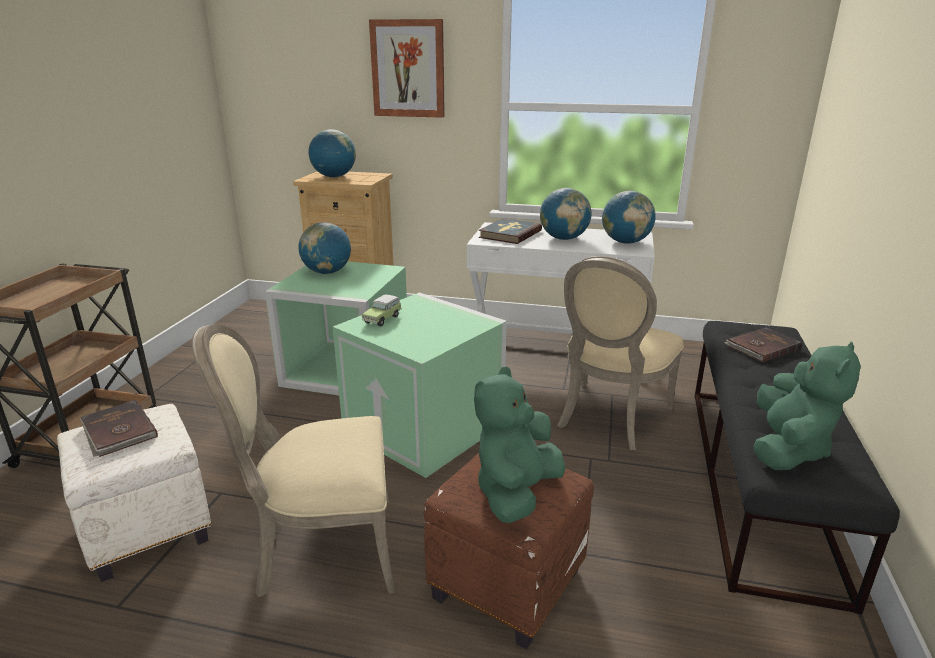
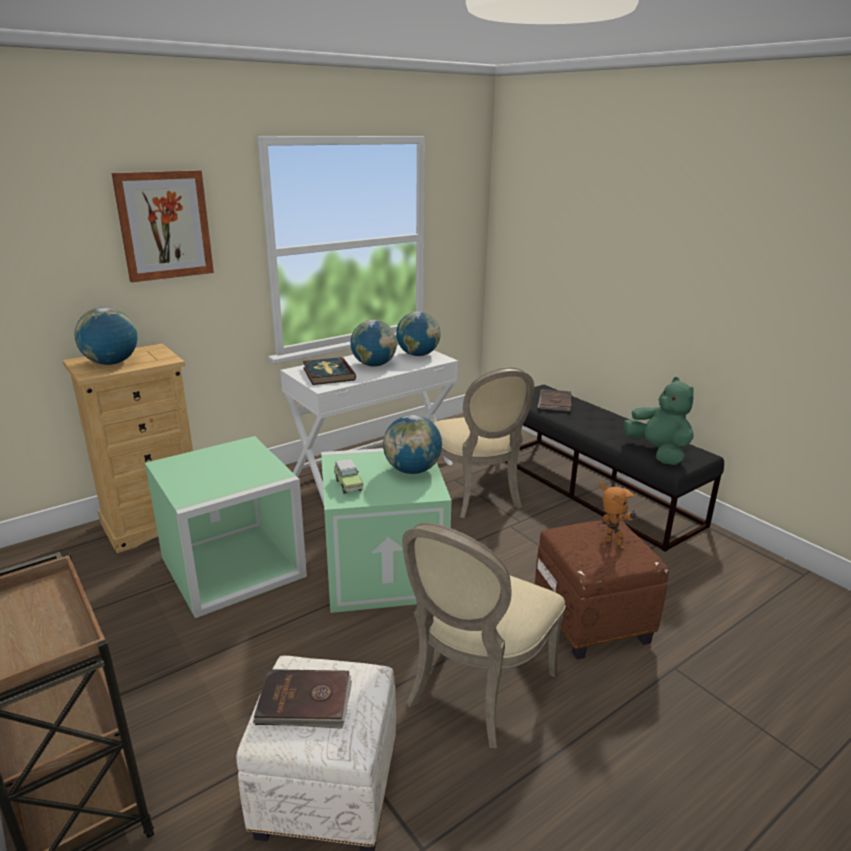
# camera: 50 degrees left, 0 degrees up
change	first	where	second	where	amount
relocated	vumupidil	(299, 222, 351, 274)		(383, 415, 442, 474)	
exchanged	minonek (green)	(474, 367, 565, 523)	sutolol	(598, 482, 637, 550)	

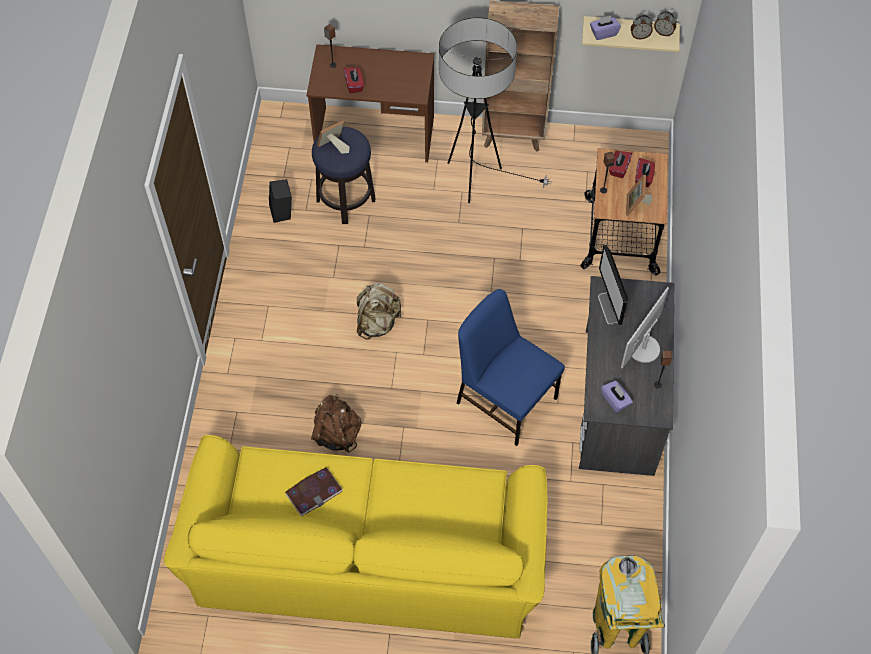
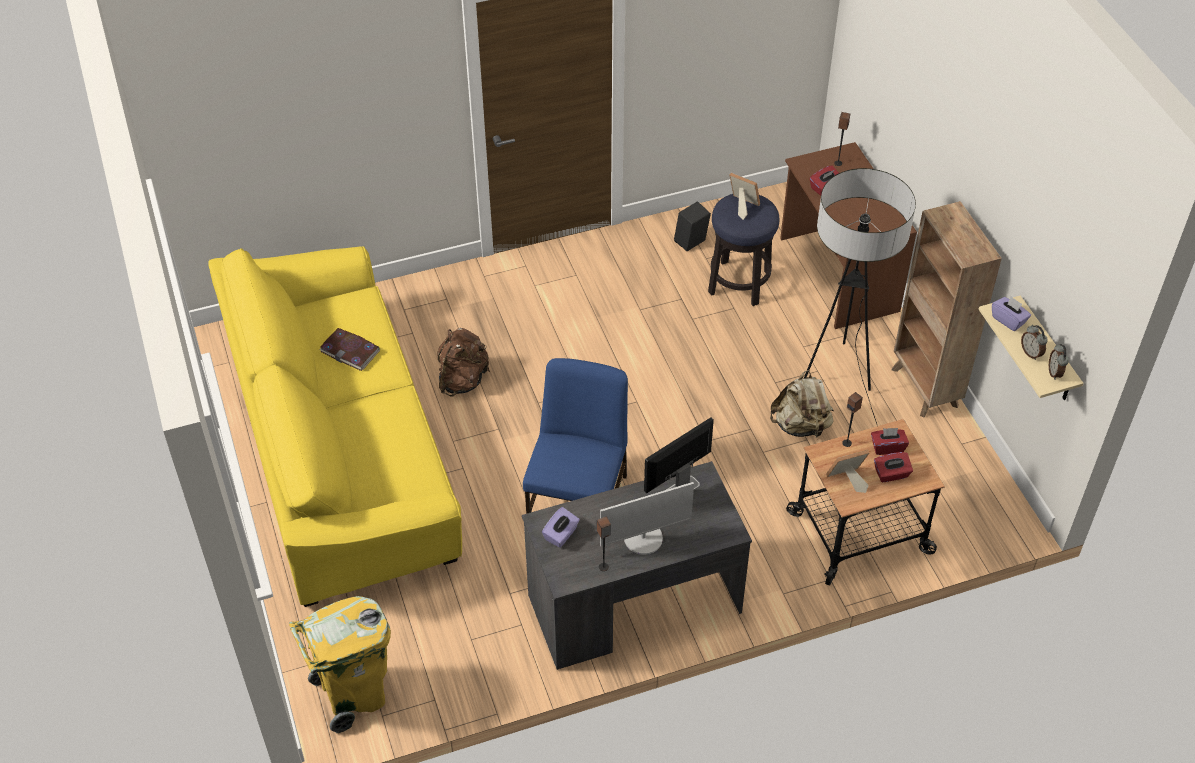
# camera: 65 degrees right, 10 degrees down
change	first	where	second	where	amount
relocated	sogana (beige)	(357, 283, 401, 340)		(770, 370, 834, 438)	
spun	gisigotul	(621, 287, 669, 368)		(600, 482, 694, 555)	150 degrees clockwise

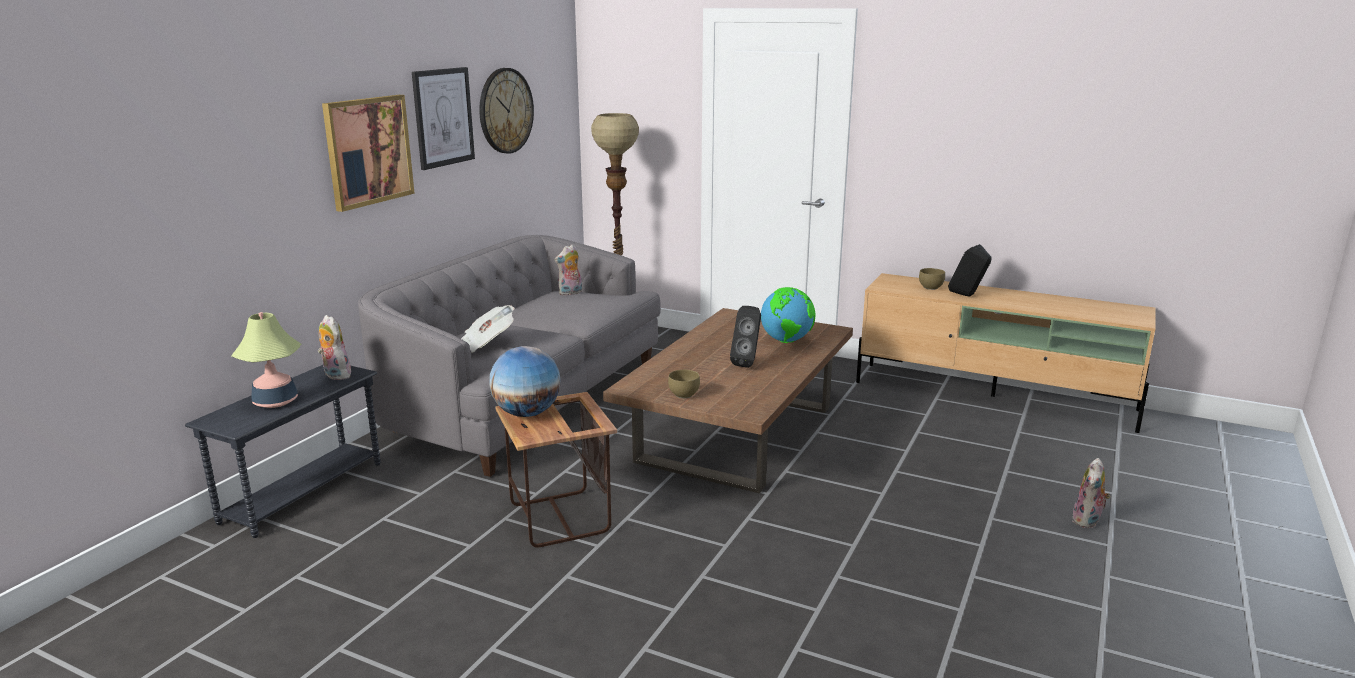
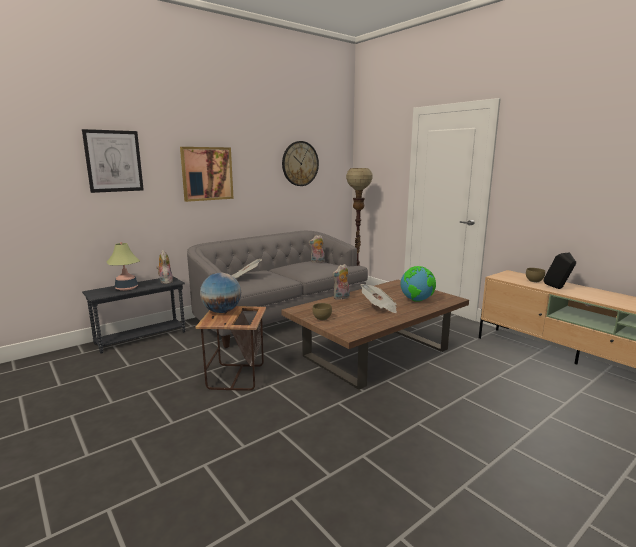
# camera: 25 degrees right, 5 degrees down
change	first	where	second	where	amount
relocated	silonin	(412, 67, 475, 170)		(82, 129, 144, 193)	
relocated	minonek	(1072, 458, 1110, 528)		(332, 264, 350, 300)	
exchanged	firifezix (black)	(730, 306, 761, 368)	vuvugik	(361, 284, 397, 313)	

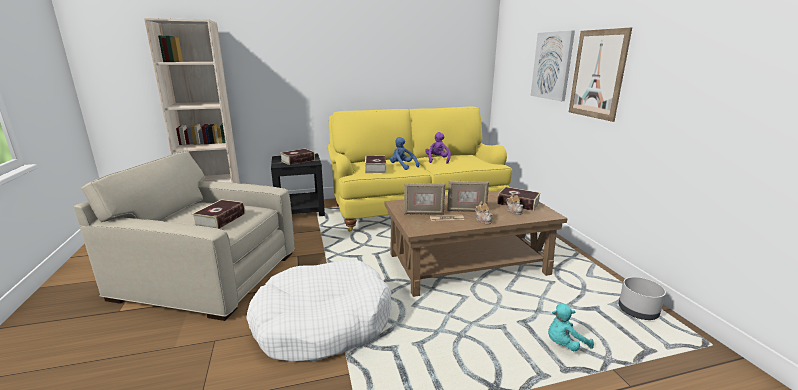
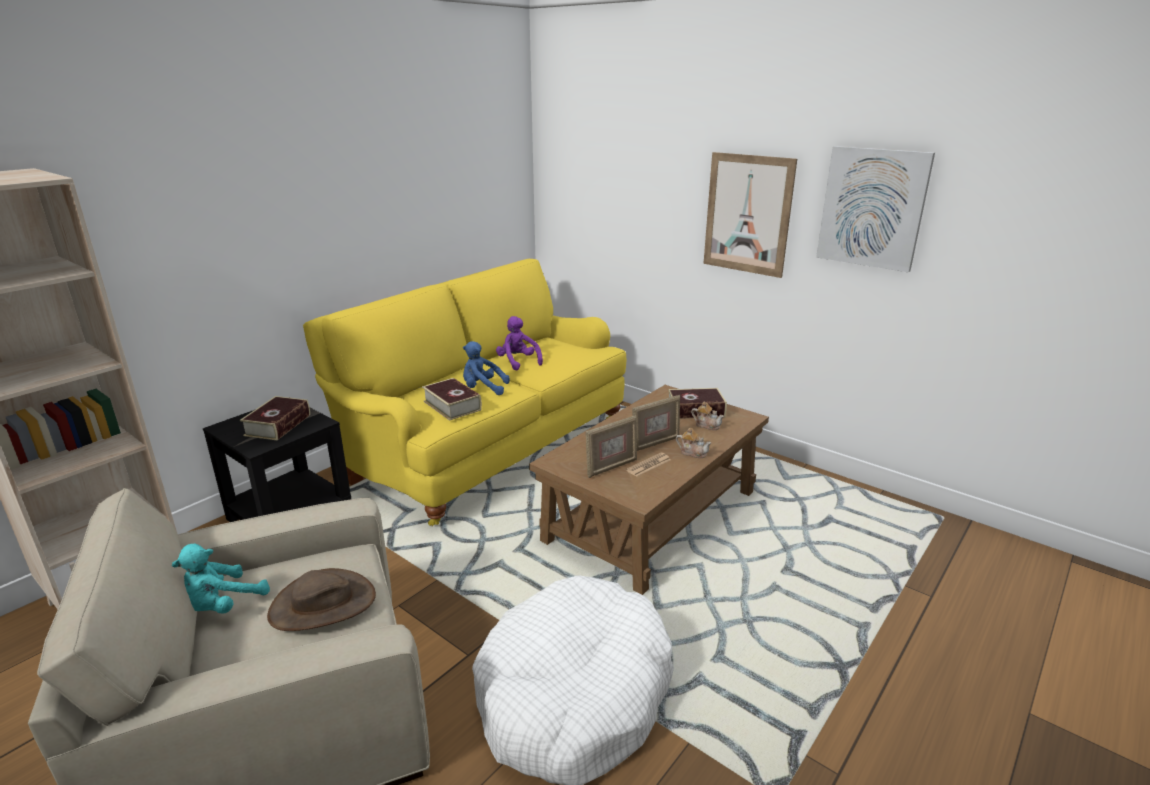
# camera: 35 degrees left, 5 degrees up
change	first	where	second	where	amount
missing	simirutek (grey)	(619, 277, 666, 320)			
relocated	silonin	(531, 30, 575, 101)		(816, 146, 935, 272)	
relocated	minonek (turquoise)	(548, 303, 594, 351)		(172, 543, 270, 613)	
exchanged	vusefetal	(192, 199, 245, 229)	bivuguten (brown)	(267, 568, 376, 631)	

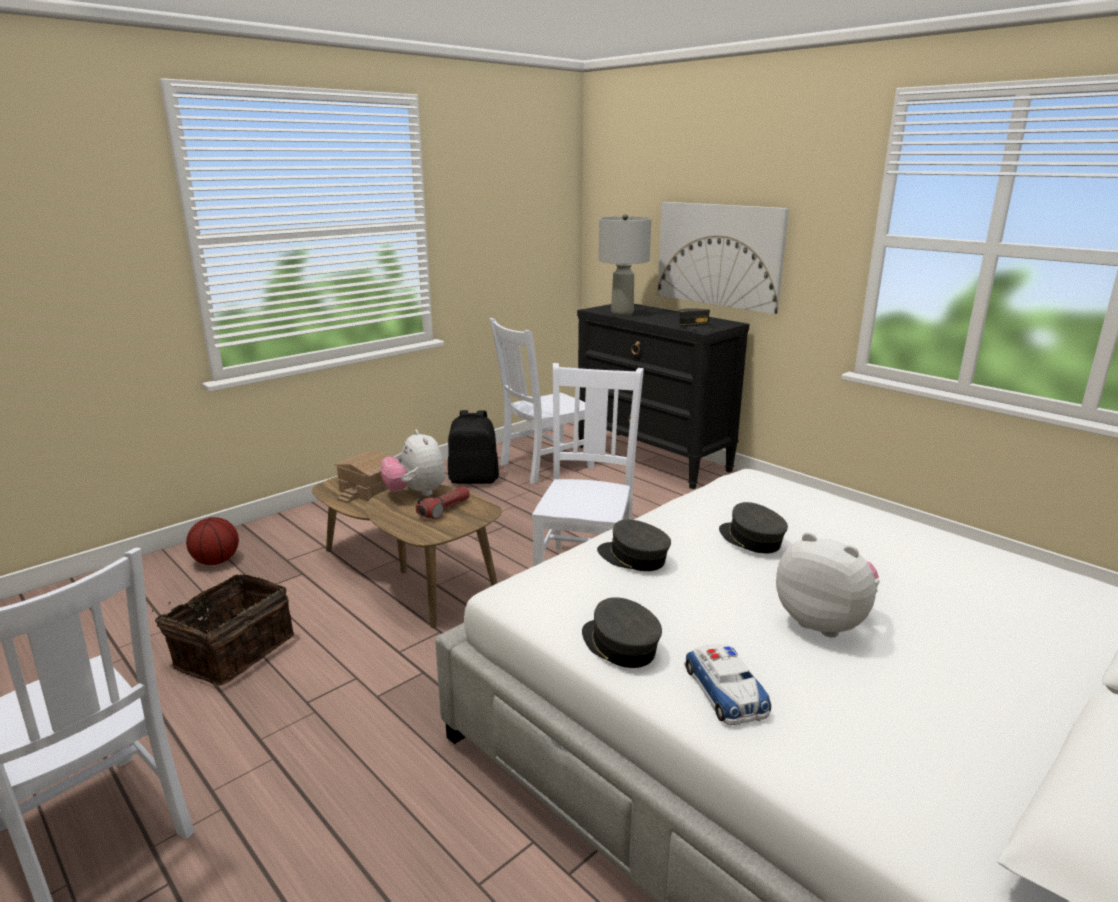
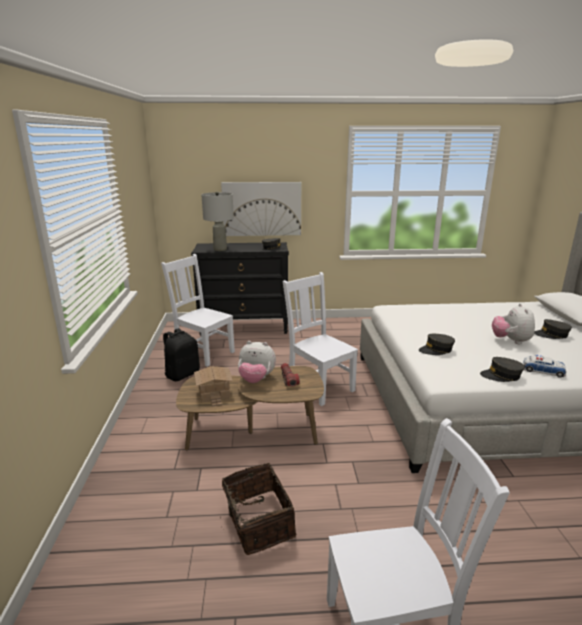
# camera: 50 degrees left, 0 degrees up
change	first	where	second	where	amount
missing	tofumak	(186, 517, 239, 565)			
relocated	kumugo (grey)	(719, 502, 788, 554)		(534, 319, 572, 339)	
spun	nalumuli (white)	(490, 318, 594, 484)		(161, 254, 235, 367)	120 degrees clockwise
spun	minonek	(776, 532, 880, 638)		(492, 303, 535, 344)	75 degrees counterclockwise

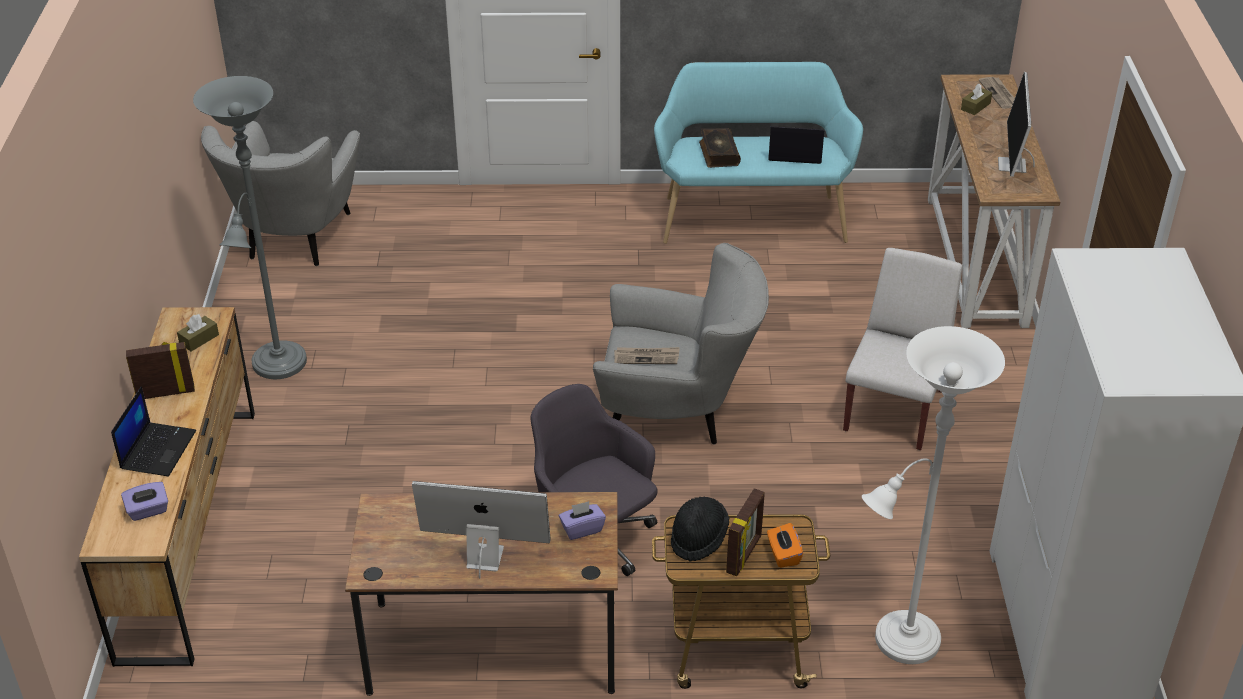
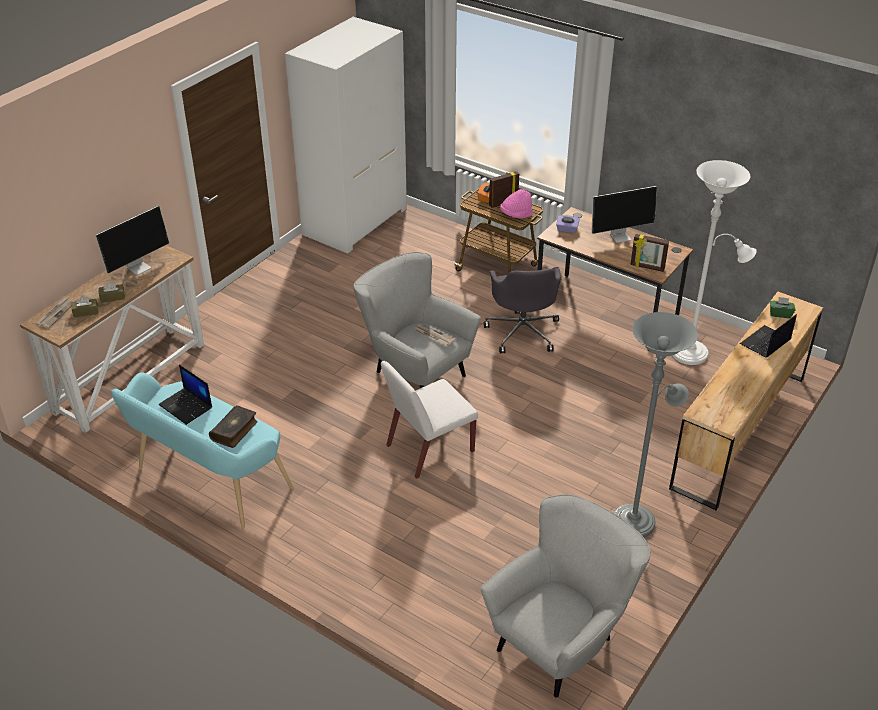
# camera: 145 degrees left, 0 degrees up
change	first	where	second	where	amount
relocated	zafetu	(126, 342, 195, 399)		(630, 234, 669, 272)	
relocated	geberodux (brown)	(177, 314, 219, 352)		(99, 282, 125, 303)	
relocated	nalumuli (white)	(843, 248, 962, 450)		(381, 361, 478, 479)	
relocated	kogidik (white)	(862, 326, 1005, 664)		(672, 160, 757, 365)	
colour	geberodux (purple)	(121, 482, 168, 521)	geberodux (green)	(770, 297, 796, 318)	
colour	bivuguten (black)	(671, 496, 729, 562)	bivuguten (pink)	(500, 189, 533, 218)	
spun	gisigotul	(412, 481, 551, 578)		(592, 186, 657, 243)	60 degrees counterclockwise

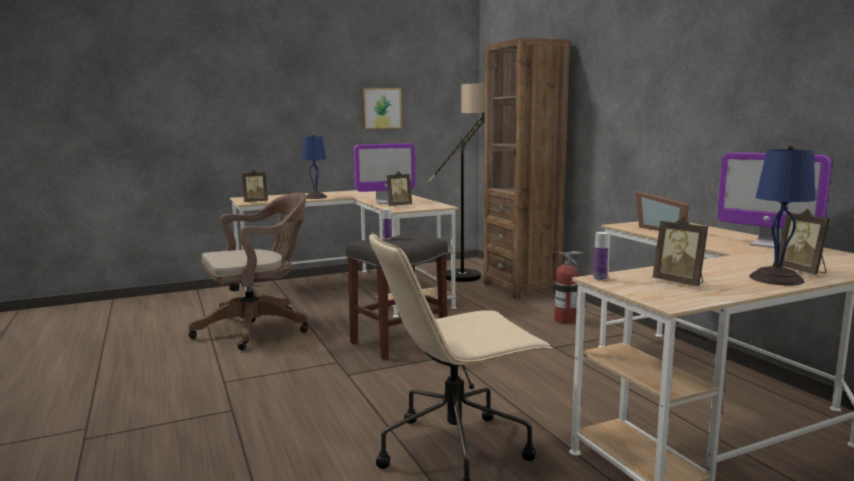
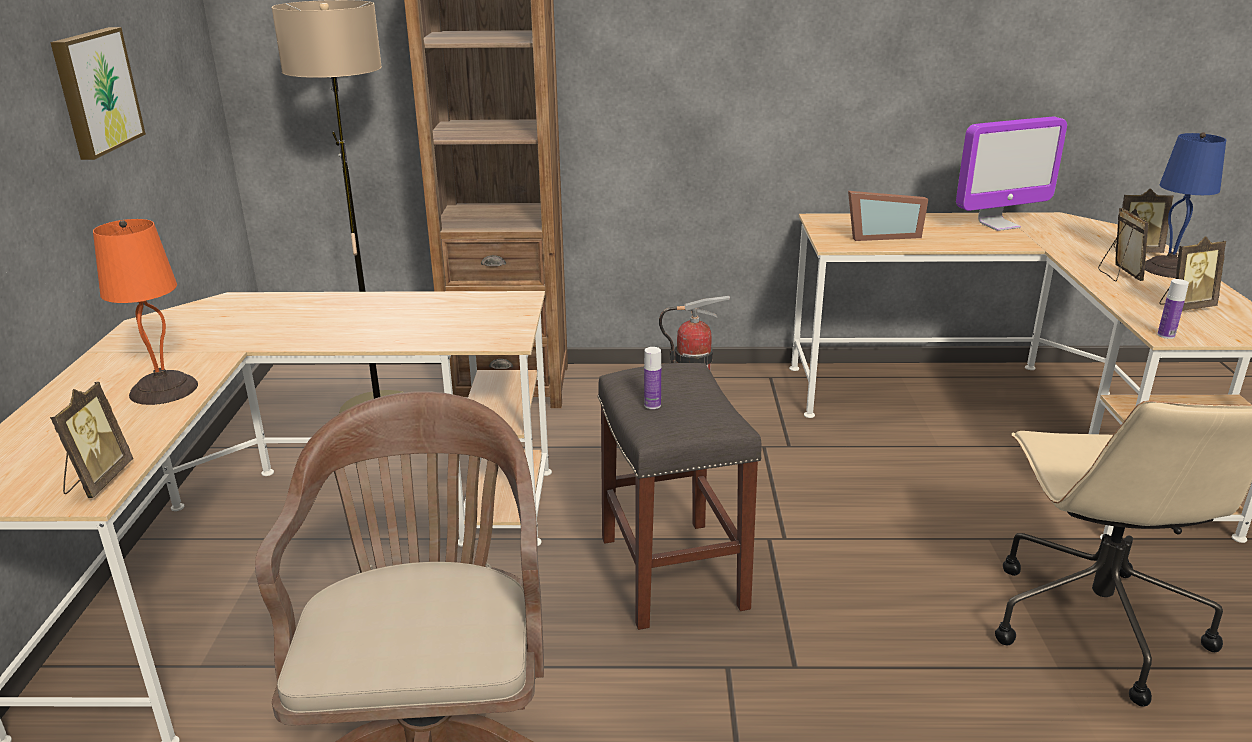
# camera: 65 degrees left, 15 degrees up
change	first	where	second	where	amount
missing	gisigotul	(354, 144, 415, 204)			
relocated	zafetu	(387, 171, 412, 206)		(1098, 208, 1149, 281)	
colour	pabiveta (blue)	(302, 134, 327, 199)	pabiveta (orange)	(93, 219, 198, 405)	

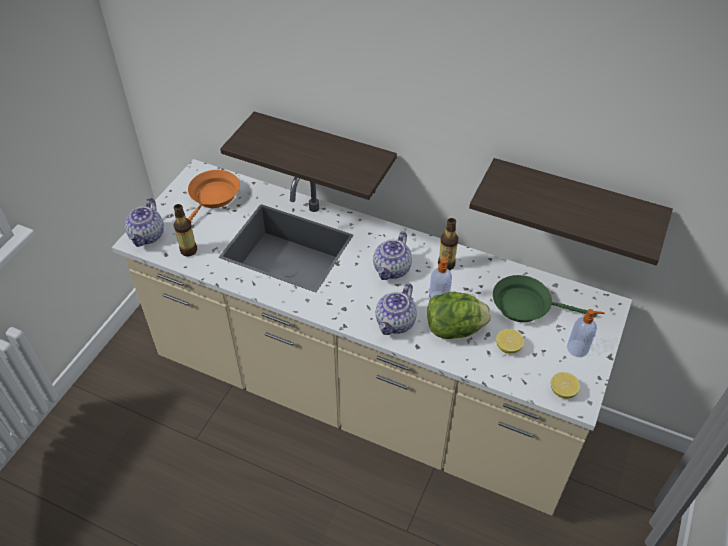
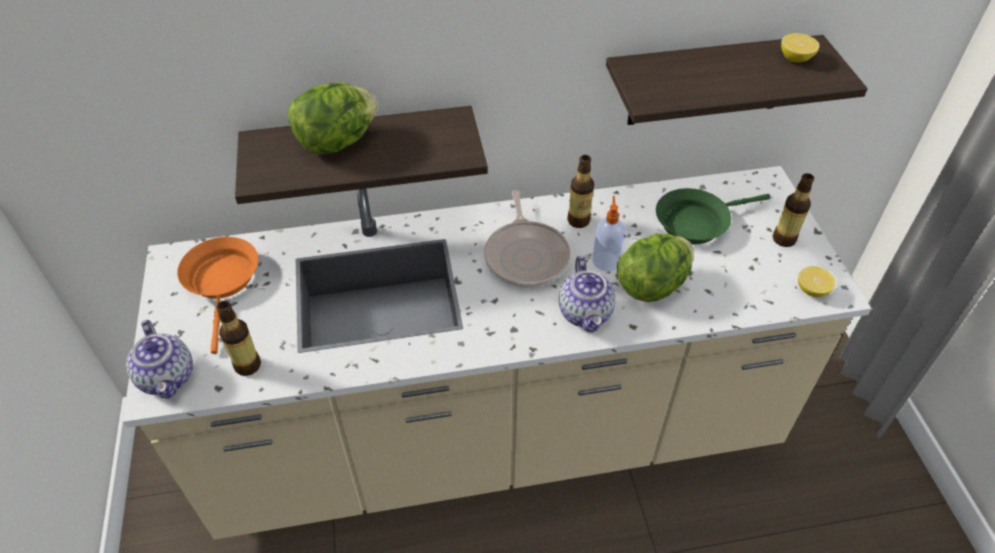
# camera: 35 degrees left, 0 degrees up
change	first	where	second	where	amount
appeared			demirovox	(288, 82, 378, 154)	
relocated	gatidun	(496, 329, 524, 354)		(781, 33, 819, 62)	
exchanged	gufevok	(373, 231, 412, 280)	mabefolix	(484, 190, 571, 288)	
exchanged	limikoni	(567, 309, 605, 357)	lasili	(773, 173, 814, 247)	

